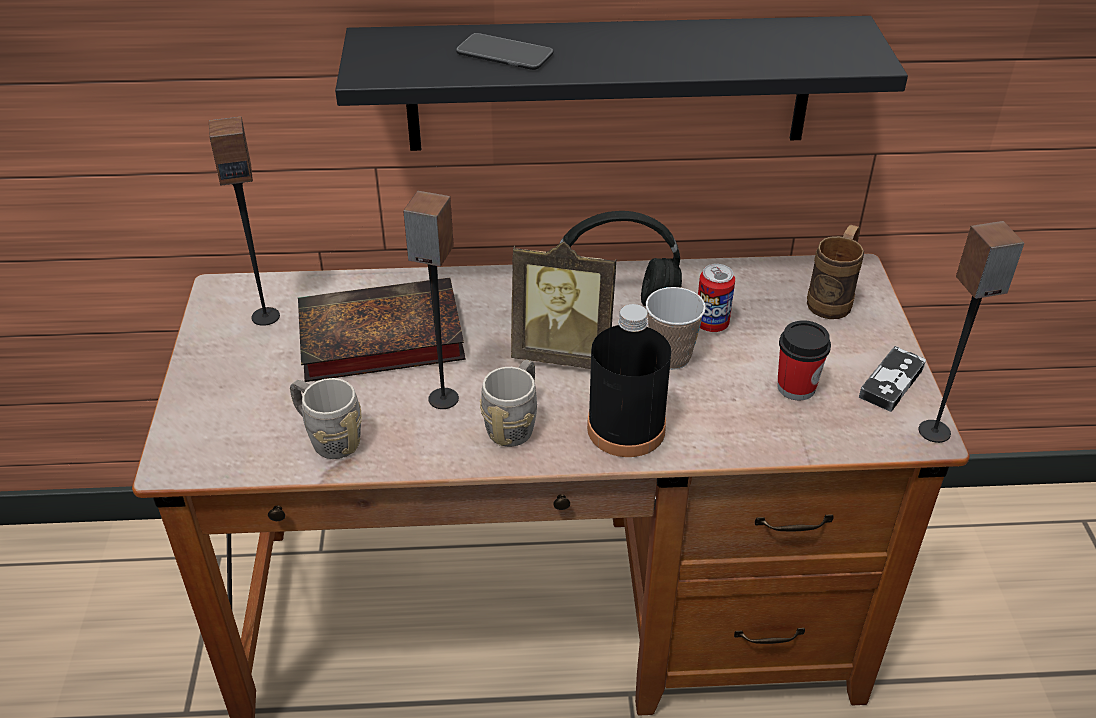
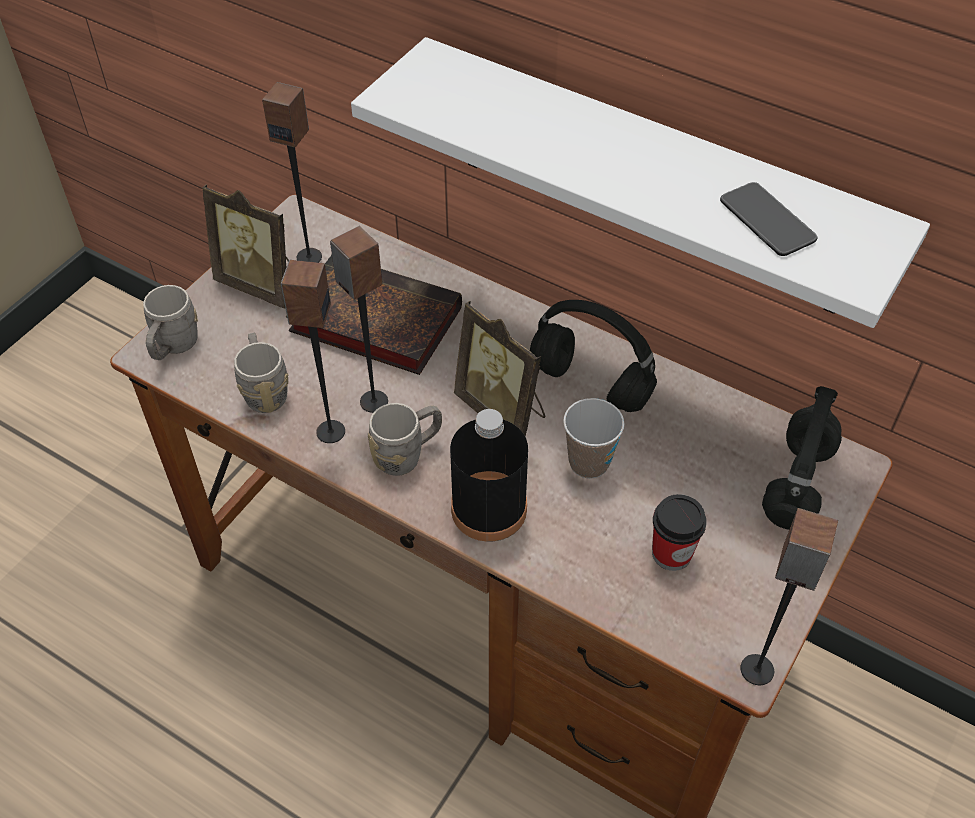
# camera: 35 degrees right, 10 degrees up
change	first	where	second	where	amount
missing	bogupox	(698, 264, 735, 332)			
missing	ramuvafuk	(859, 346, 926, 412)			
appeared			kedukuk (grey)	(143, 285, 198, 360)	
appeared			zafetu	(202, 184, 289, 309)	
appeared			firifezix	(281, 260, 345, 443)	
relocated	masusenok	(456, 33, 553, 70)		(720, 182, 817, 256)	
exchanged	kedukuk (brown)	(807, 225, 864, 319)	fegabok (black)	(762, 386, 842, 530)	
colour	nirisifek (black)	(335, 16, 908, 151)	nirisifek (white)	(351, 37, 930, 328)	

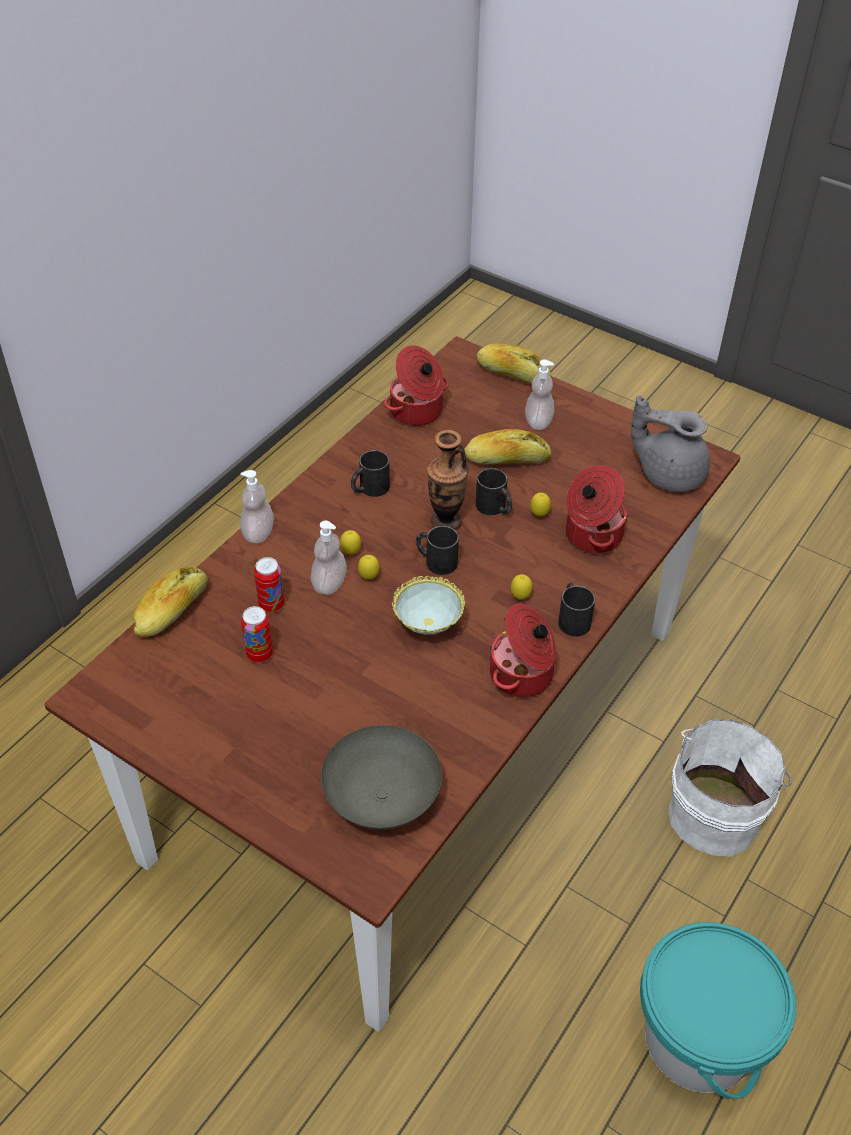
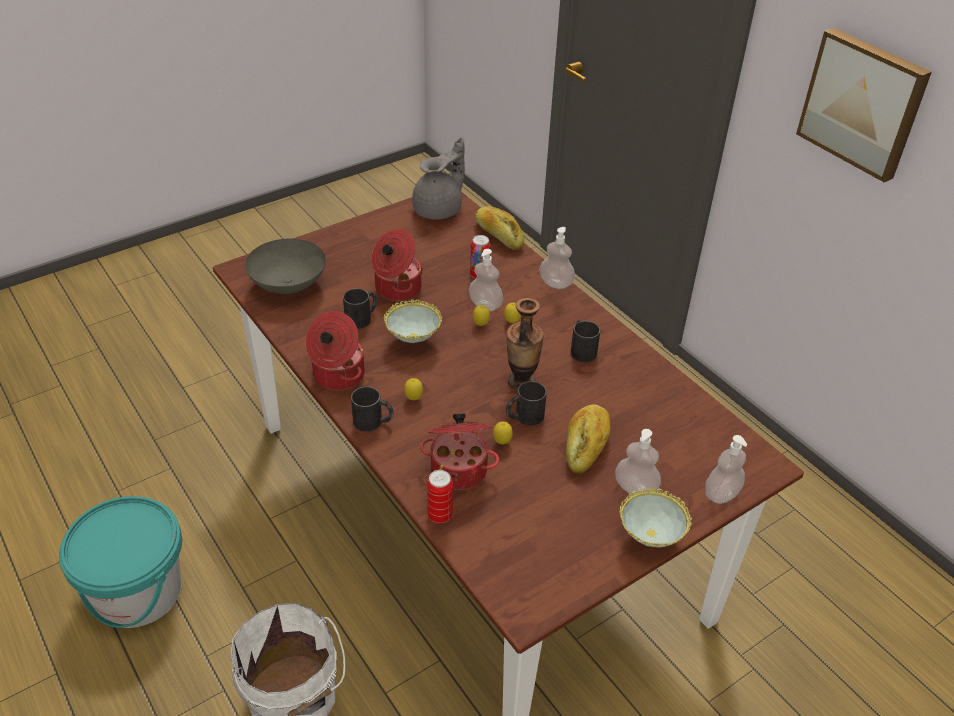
# camera: 110 degrees right, 5 degrees down
change	first	where	second	where	amount
appeared			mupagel	(620, 487, 692, 548)	
appeared			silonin	(796, 28, 932, 182)	
relocated	bogupox	(241, 606, 273, 663)		(427, 470, 453, 523)	
relocated	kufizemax	(384, 345, 449, 426)		(372, 229, 423, 301)	
relocated	kedukuk (black)	(416, 526, 459, 575)		(343, 288, 377, 329)	
relocated	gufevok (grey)	(631, 395, 710, 492)		(412, 137, 465, 220)	
exchanged	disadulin	(476, 344, 551, 384)	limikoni	(705, 435, 747, 504)	

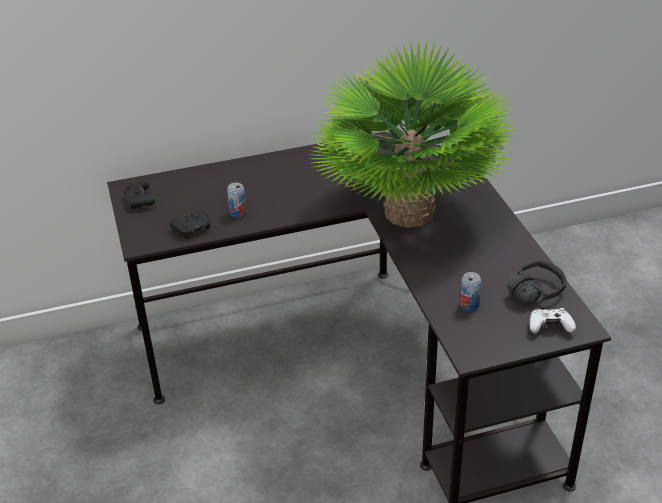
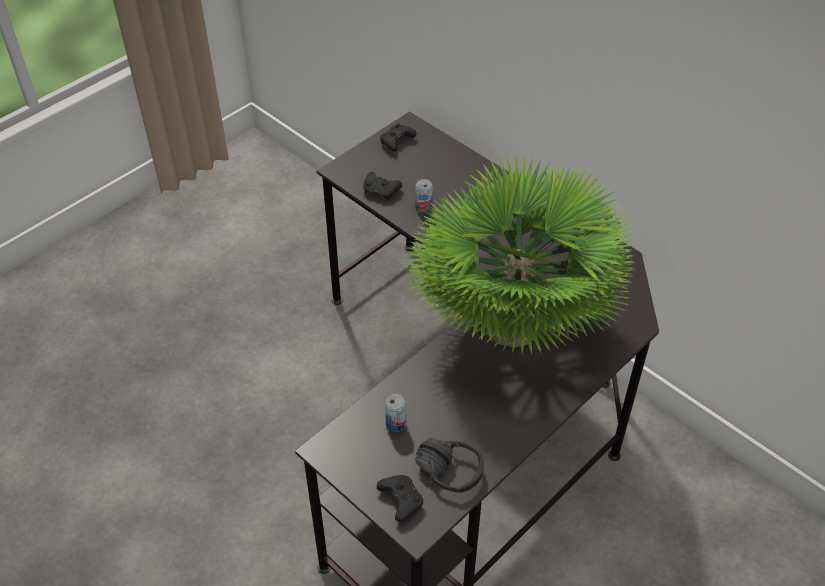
# camera: 60 degrees right, 10 degrees up
change	first	where	second	where	amount
colour	ramuvafuk (white)	(530, 308, 576, 333)	ramuvafuk (black)	(377, 475, 423, 522)	

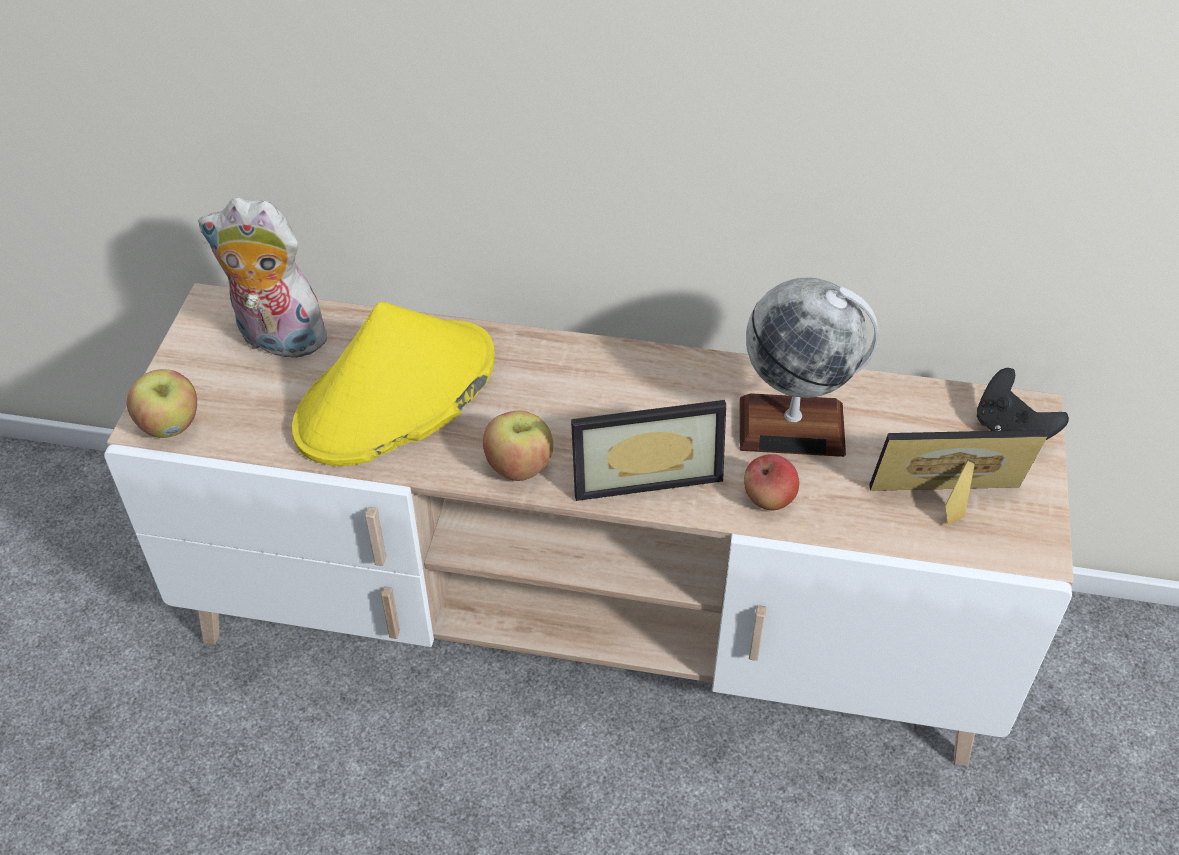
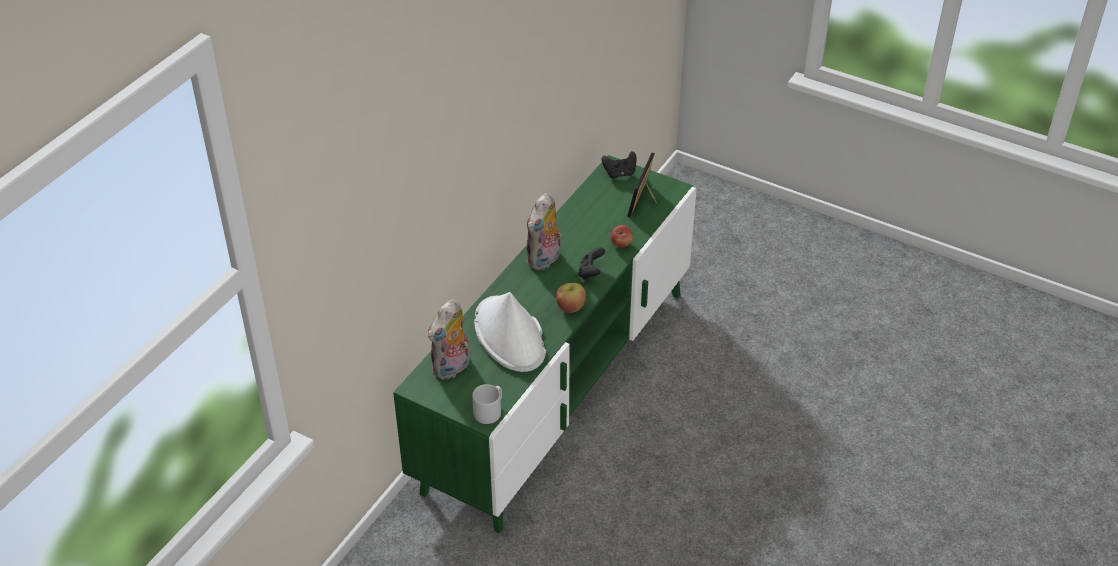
# camera: 70 degrees left, 5 degrees down
change	first	where	second	where	amount
missing	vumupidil	(740, 277, 879, 457)			
appeared			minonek	(526, 193, 562, 271)	
exchanged	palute	(127, 369, 197, 438)	kedukuk (grey)	(472, 384, 502, 424)	
exchanged	zafetu	(571, 400, 726, 501)	ramuvafuk (black)	(578, 247, 605, 280)	
colour	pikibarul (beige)	(104, 283, 1074, 766)	pikibarul (green)	(393, 155, 697, 534)	
colour	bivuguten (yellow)	(292, 301, 495, 466)	bivuguten (white)	(474, 292, 546, 372)	

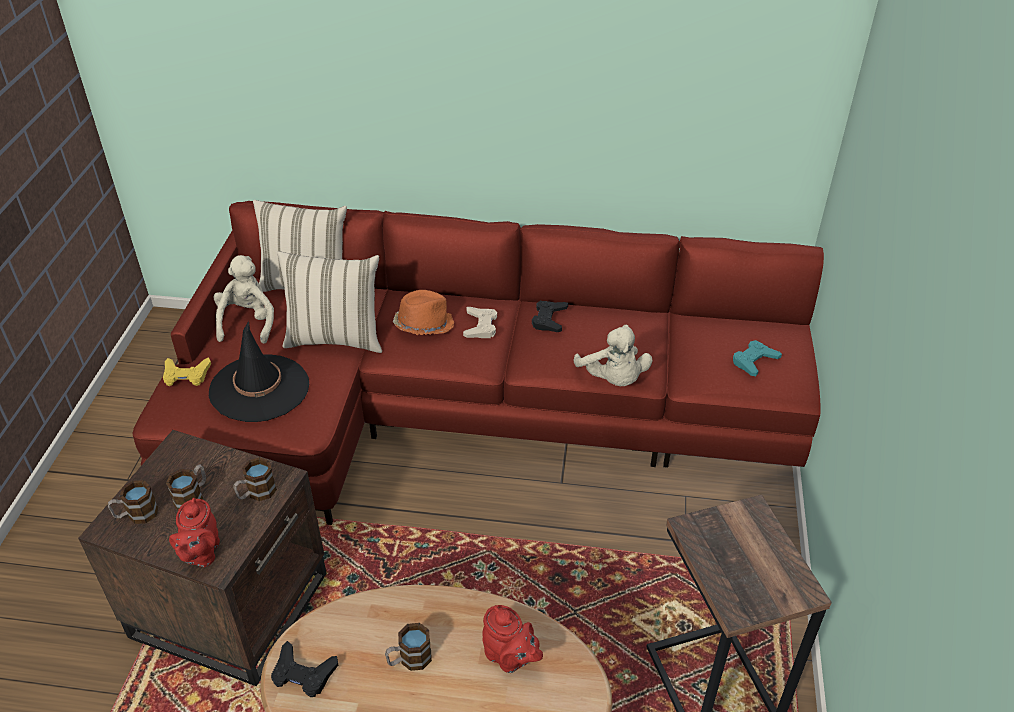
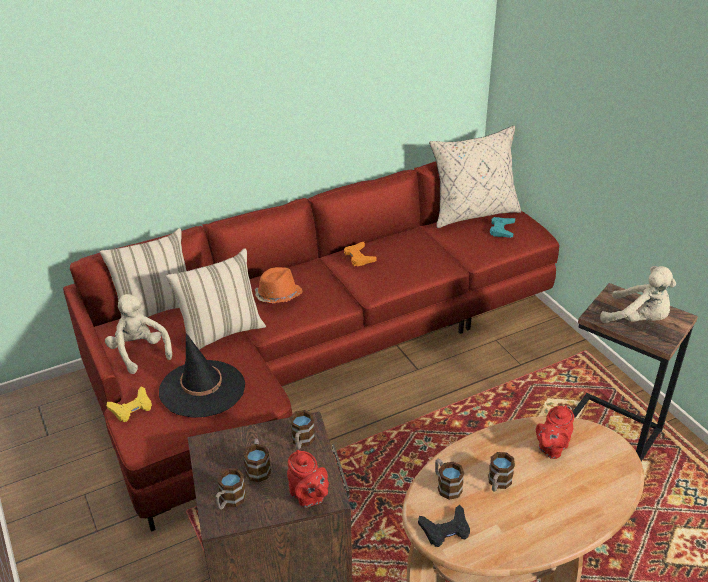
# camera: 35 degrees left, 5 degrees down
change	first	where	second	where	amount
missing	ramuvafuk (beige)	(463, 307, 497, 338)			
appeared			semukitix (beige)	(429, 126, 521, 228)	
appeared			kedukuk	(435, 459, 464, 500)	
relocated	minonek (beige)	(573, 325, 652, 386)		(600, 266, 676, 323)	
colour	ramuvafuk (black)	(532, 301, 568, 332)	ramuvafuk (orange)	(344, 242, 377, 267)	
spun	gufevok (red)	(482, 605, 543, 673)		(536, 405, 574, 459)	120 degrees clockwise

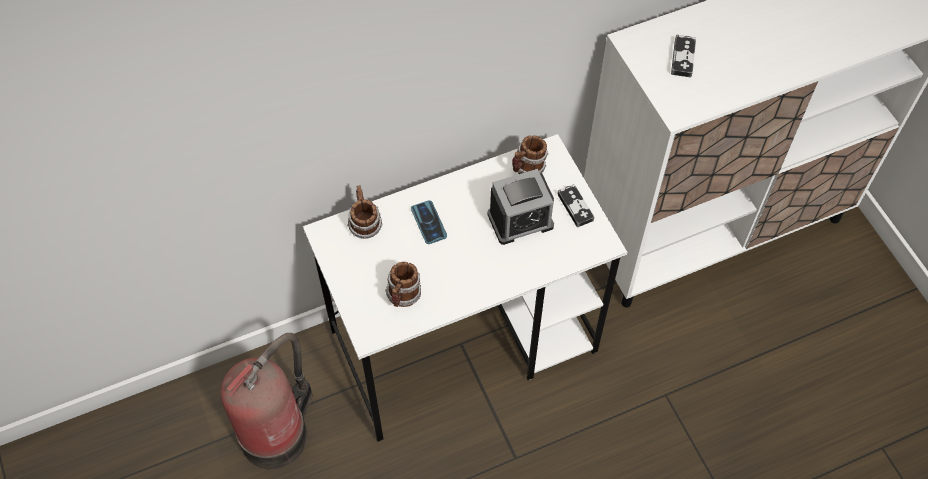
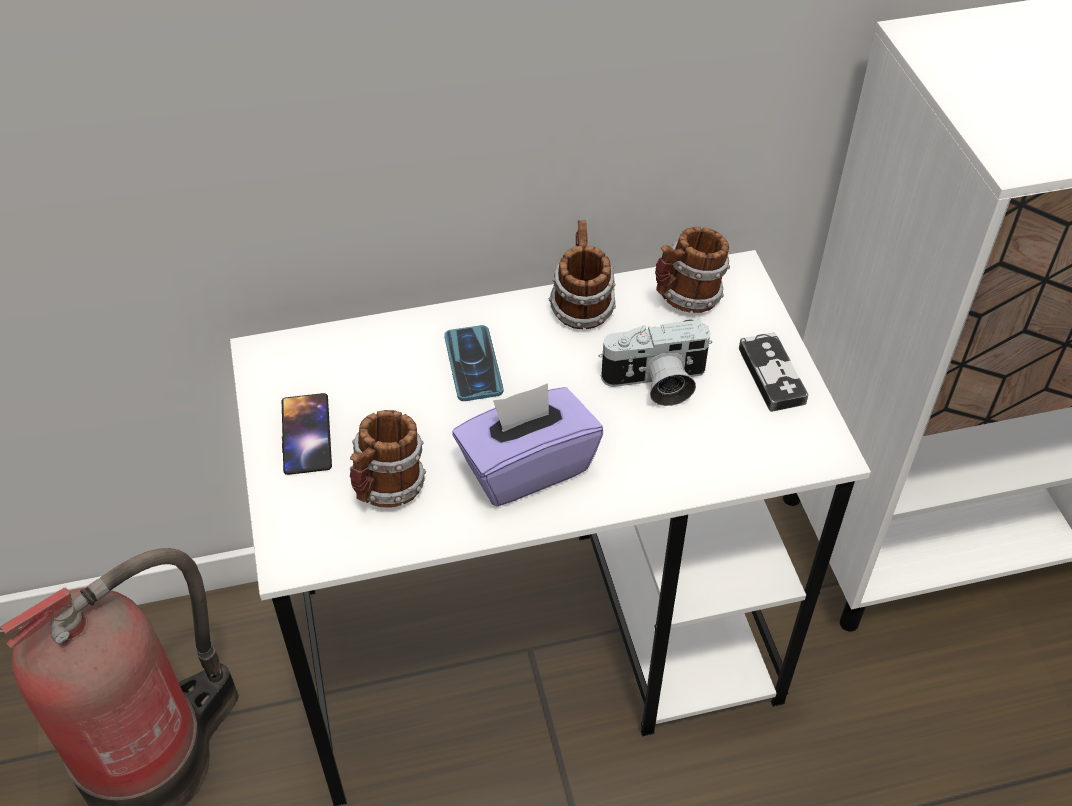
# camera: 10 degrees right, 10 degrees down
change	first	where	second	where	amount
missing	ramuvafuk	(671, 34, 696, 77)			
appeared			masusenok	(282, 393, 332, 475)	
appeared			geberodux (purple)	(452, 383, 603, 506)	
relocated	kedukuk	(347, 185, 383, 239)		(549, 220, 616, 329)	
exchanged	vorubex	(487, 169, 554, 245)	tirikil	(599, 319, 712, 406)	

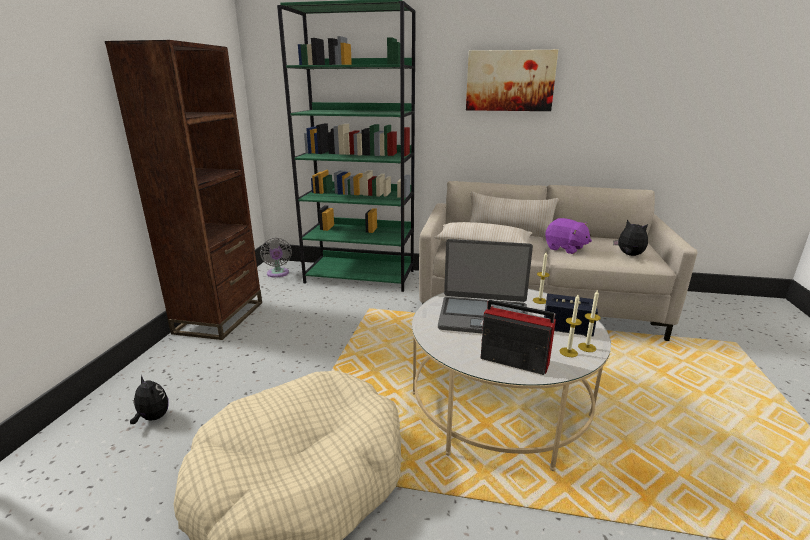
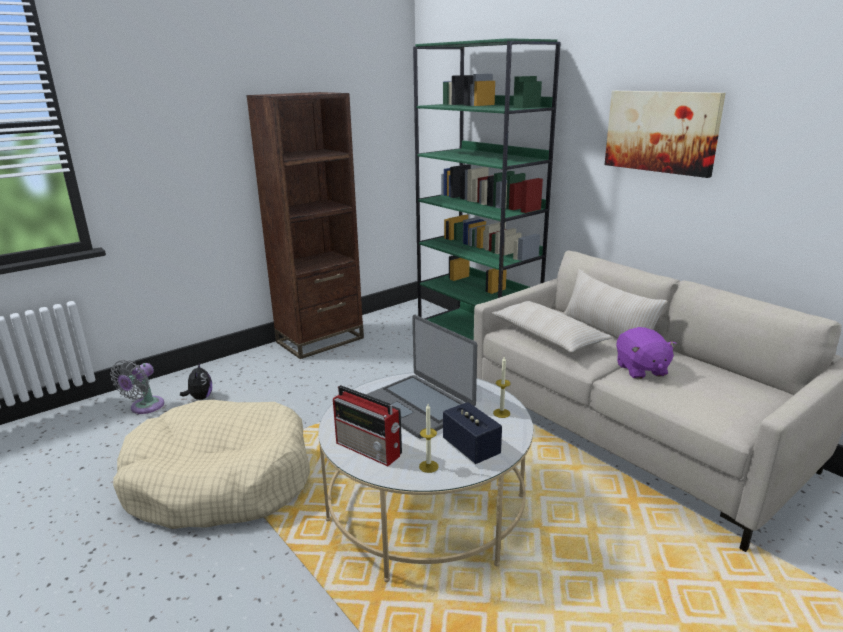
# camera: 40 degrees right, 0 degrees up
change	first	where	second	where	amount
missing	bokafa	(578, 289, 601, 352)			
missing	minonek	(613, 220, 648, 256)			
relocated	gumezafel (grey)	(260, 238, 292, 277)		(110, 360, 164, 414)	
spun	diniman	(480, 300, 556, 375)		(333, 385, 402, 466)	150 degrees clockwise

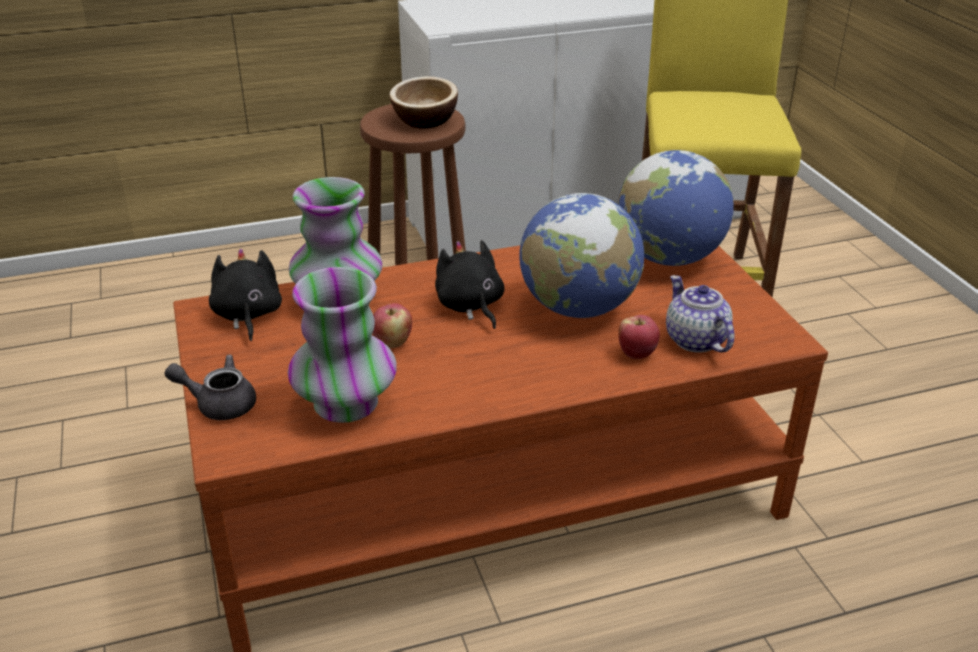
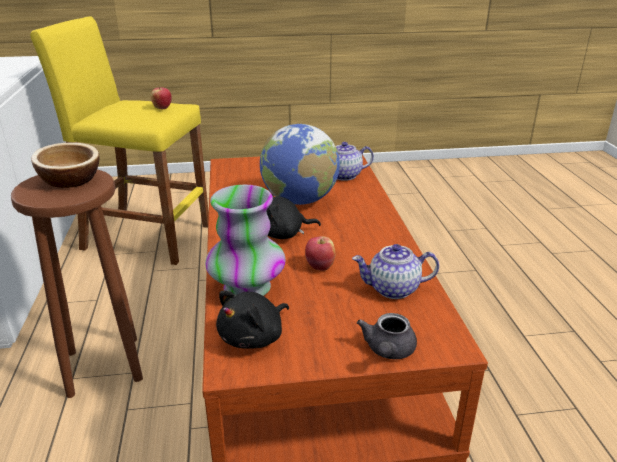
# camera: 80 degrees left, 5 degrees down
change	first	where	second	where	amount
missing	vumupidil	(617, 150, 734, 266)			
relocated	palute	(618, 315, 660, 359)		(151, 87, 172, 109)	
exchanged	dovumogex	(288, 267, 397, 423)	gufevok	(352, 244, 439, 299)	
spun	minonek (black)	(209, 249, 282, 341)		(216, 290, 289, 349)	45 degrees counterclockwise

